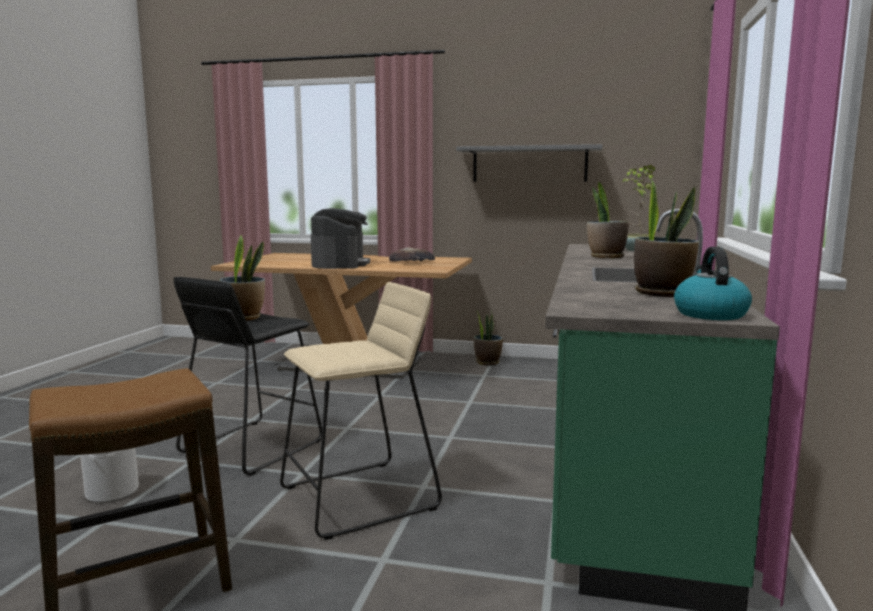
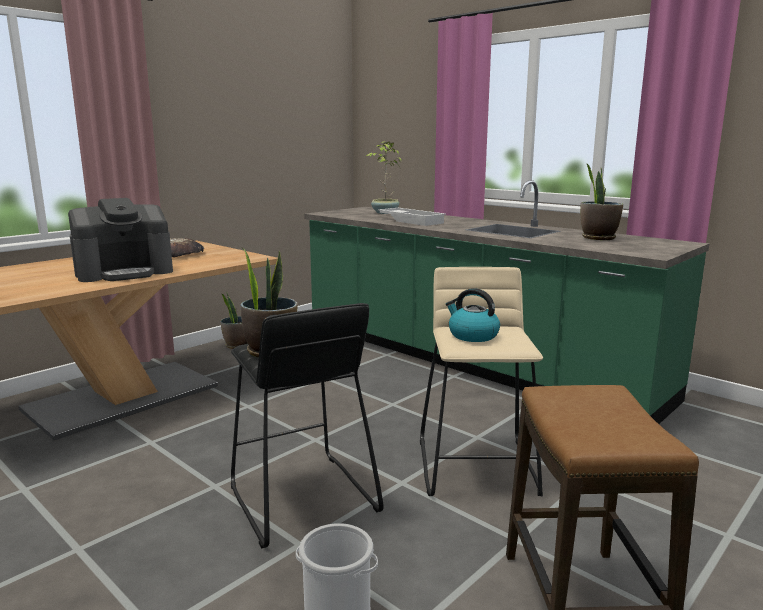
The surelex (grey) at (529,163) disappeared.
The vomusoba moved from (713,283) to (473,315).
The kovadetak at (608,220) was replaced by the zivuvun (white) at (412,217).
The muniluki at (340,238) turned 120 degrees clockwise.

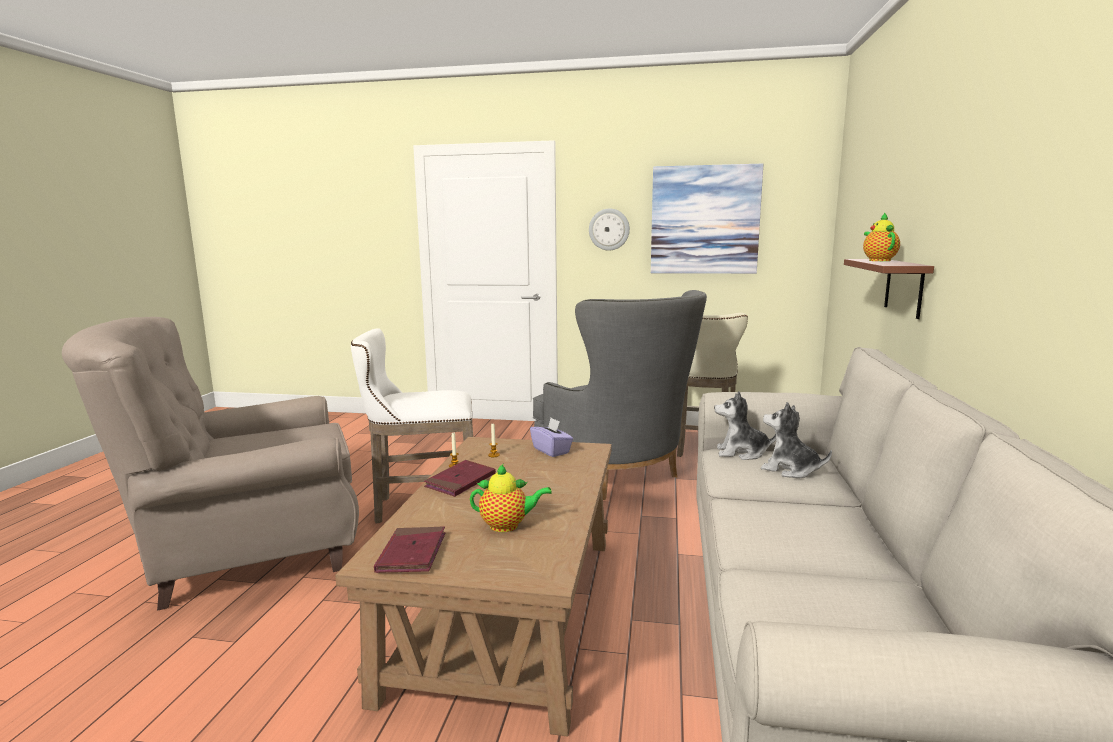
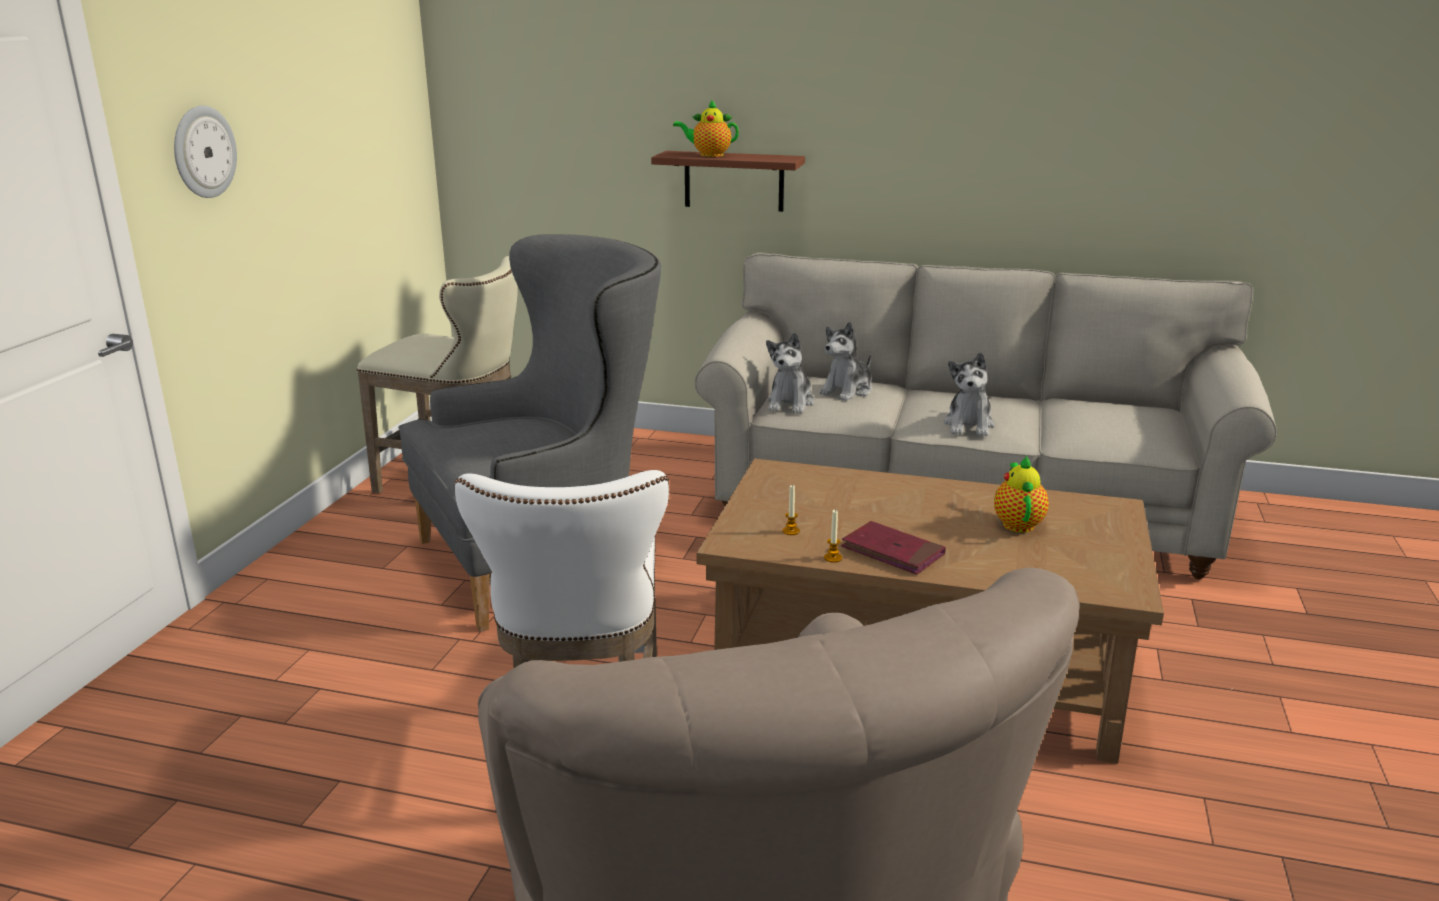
The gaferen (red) at (410,549) disappeared.
The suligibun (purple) at (551,437) disappeared.
The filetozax at (707,219) disappeared.
The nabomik at (969,394) appeared.

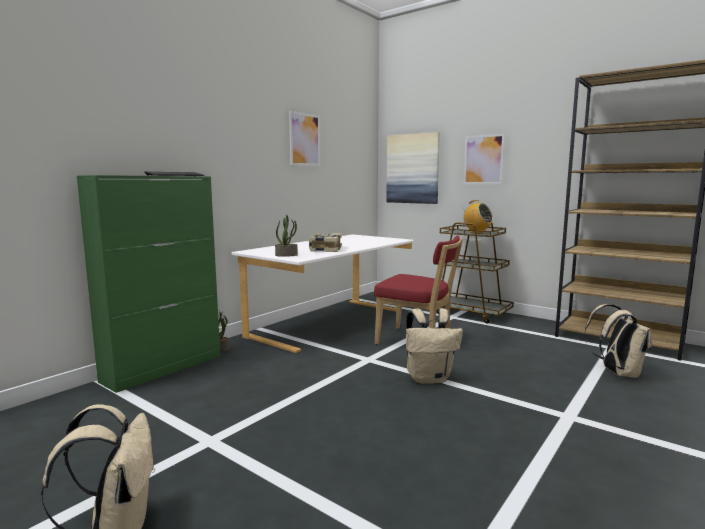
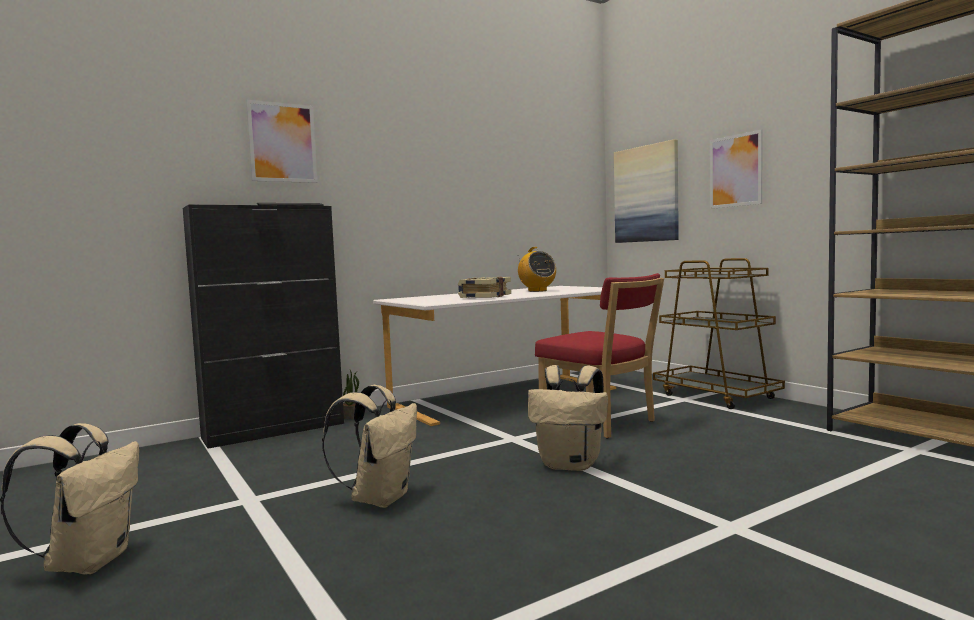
The kovadetak at (286,236) disappeared.
The filetozax moved from (304,138) to (282,141).
The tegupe moved from (477,216) to (536,269).
The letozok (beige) moved from (618,341) to (369,446).
The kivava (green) at (148,284) became the kivava (black) at (263,327).

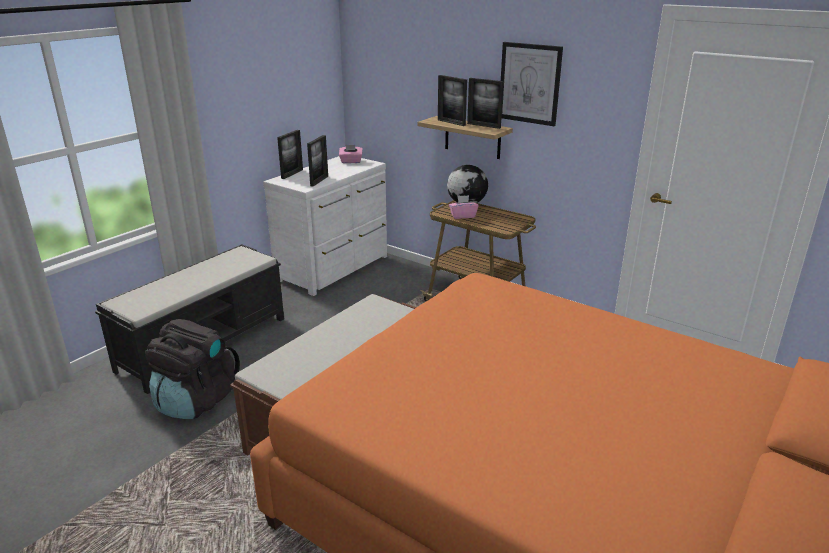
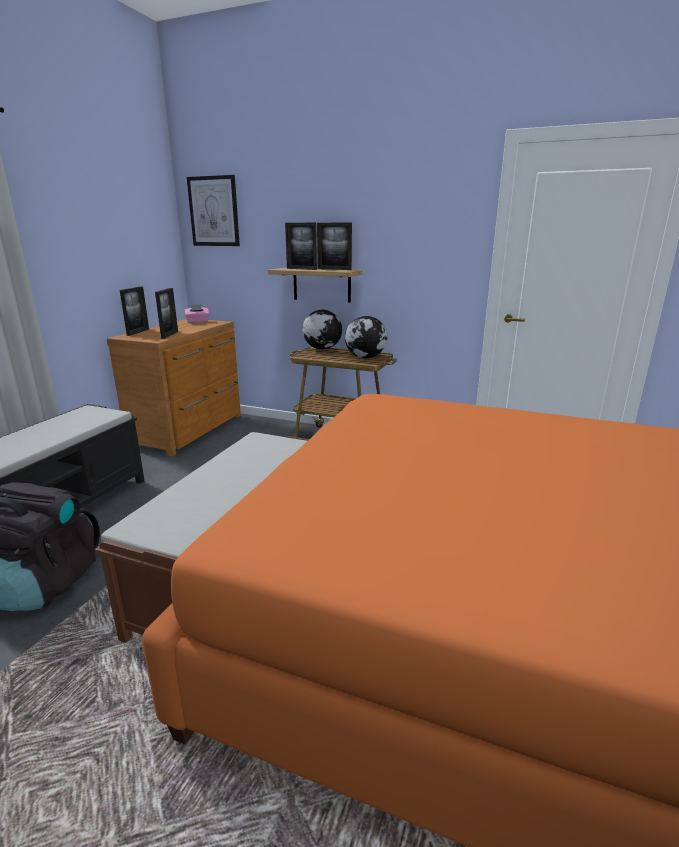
The suligibun (pink) at (463,207) disappeared.
The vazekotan at (366,337) appeared.
The filetozax moved from (532,84) to (213,210).
The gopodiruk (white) at (325,226) became the gopodiruk (brown) at (174,387).

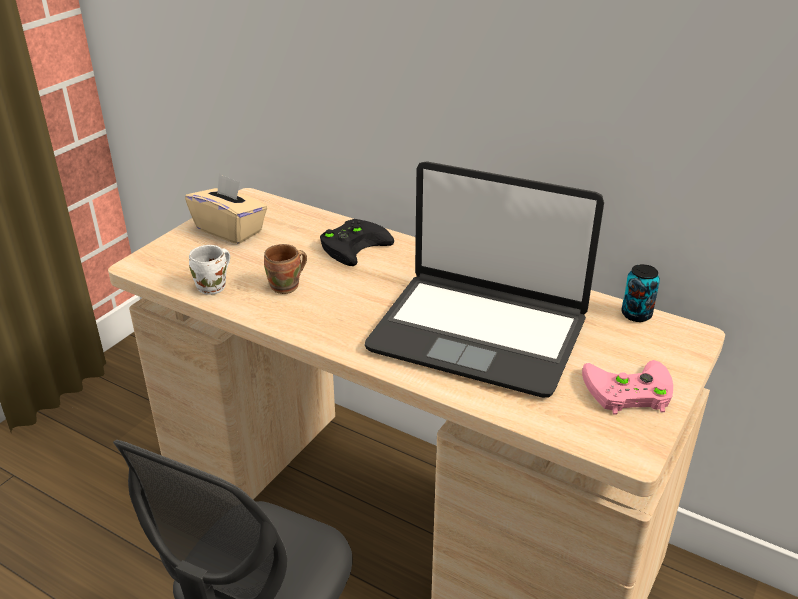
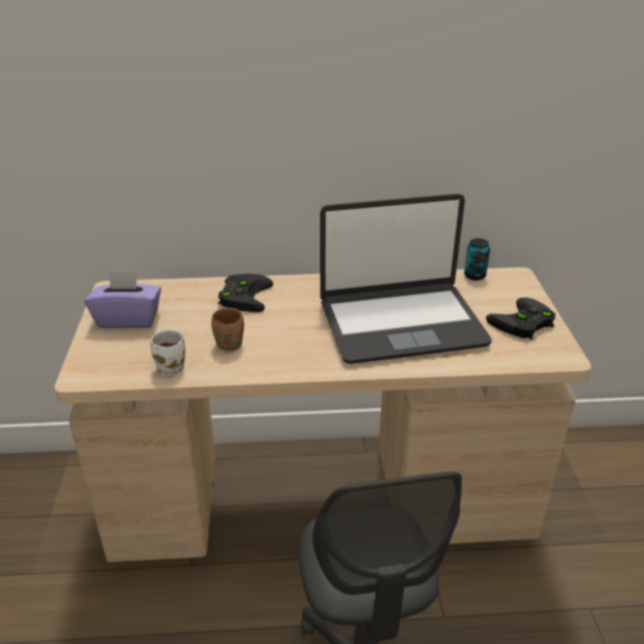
The suligibun (beige) at (226,209) became the suligibun (purple) at (122,299).
The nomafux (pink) at (627,387) became the nomafux (black) at (521,318).

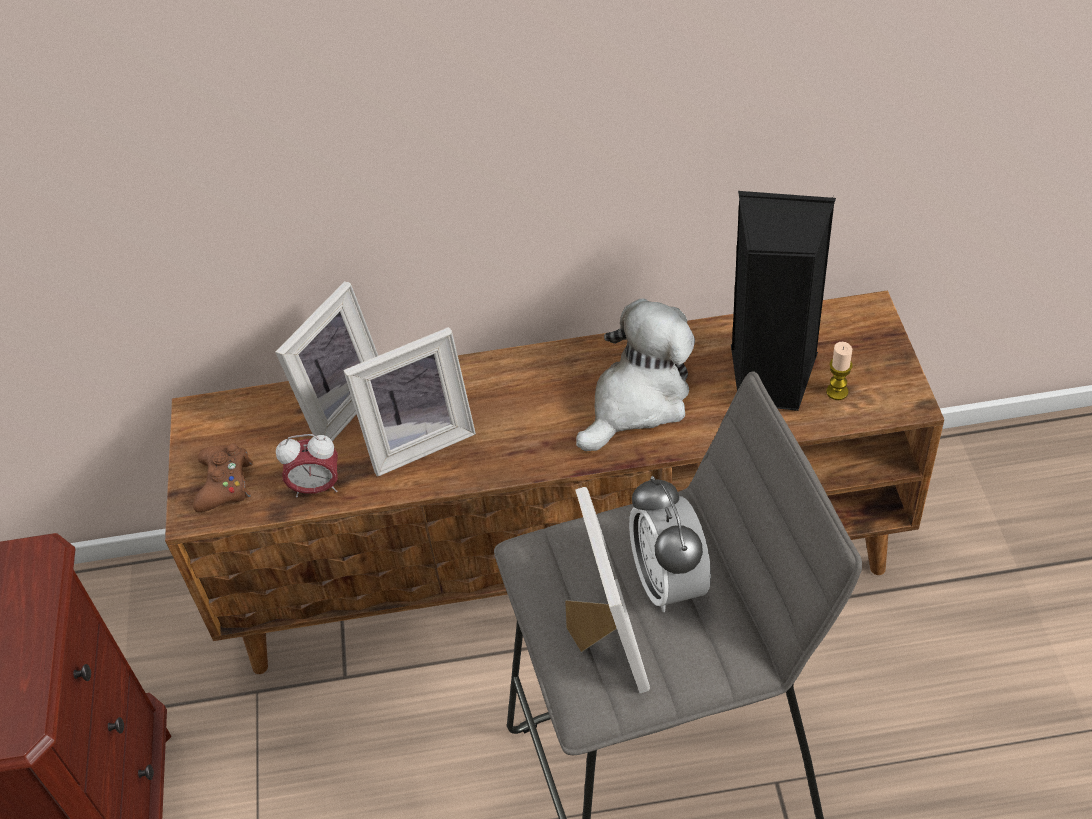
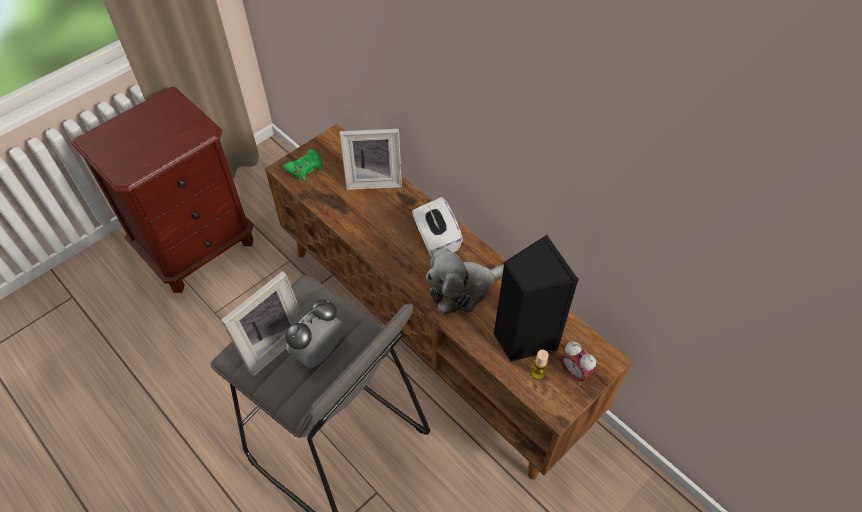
The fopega at (409,402) disappeared.
The suligibun (white) at (437,227) appeared.
The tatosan moved from (307,465) to (578,363).
The nomafux (brown) at (223,478) became the nomafux (green) at (302,165).
The nabomik at (635,375) turned 150 degrees clockwise.

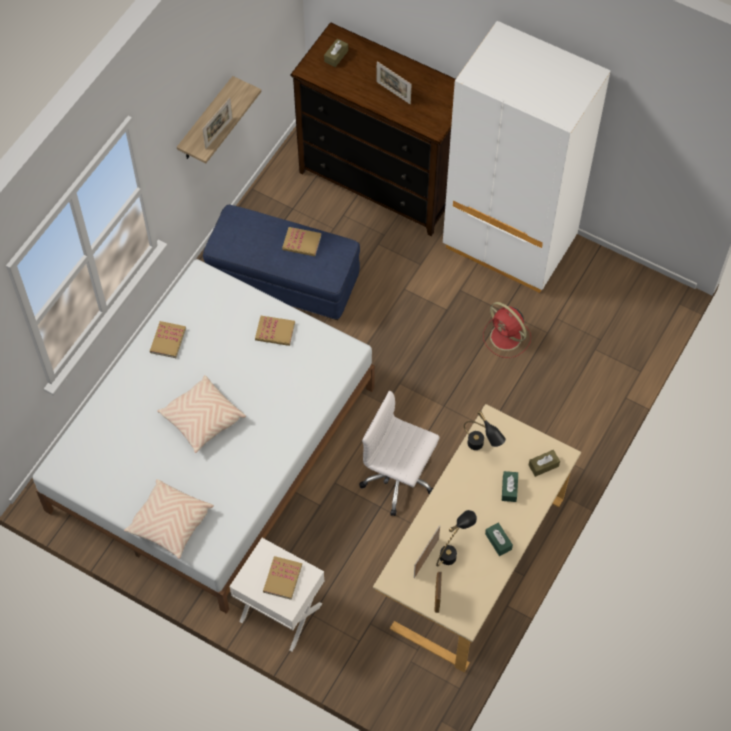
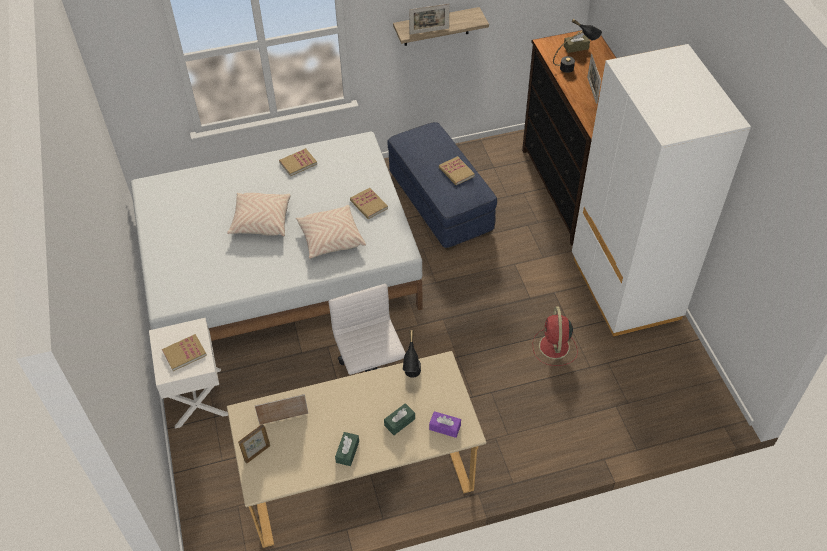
The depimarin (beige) moved from (169,519) to (331,232).
The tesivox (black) moved from (456,538) to (577,46).
The suligibun (brown) at (544,463) became the suligibun (purple) at (445,424).

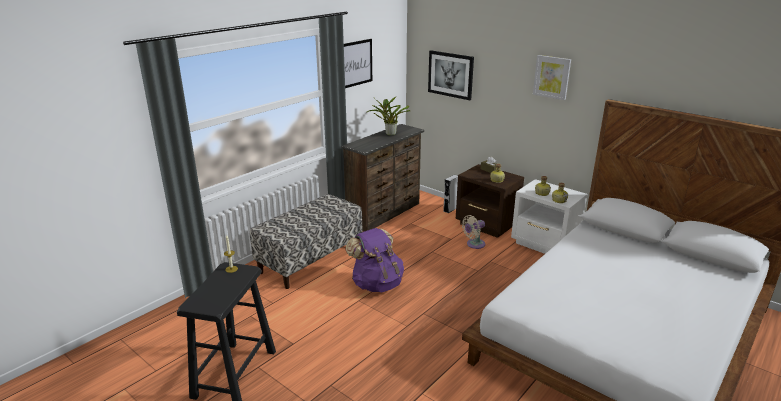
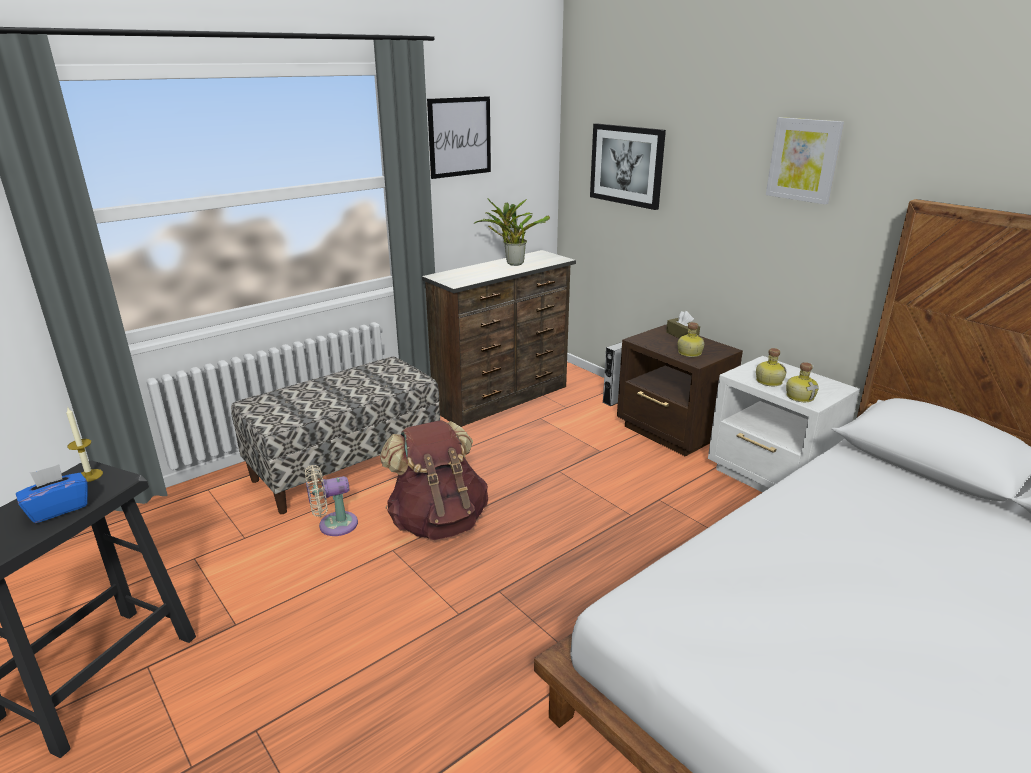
The suligibun (blue) at (52,493) appeared.
The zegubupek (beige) moved from (473,232) to (331,500).
The letozok (purple) at (375,260) became the letozok (brown) at (434,480).

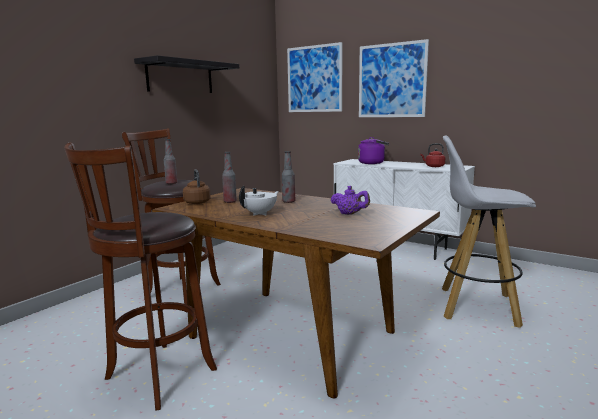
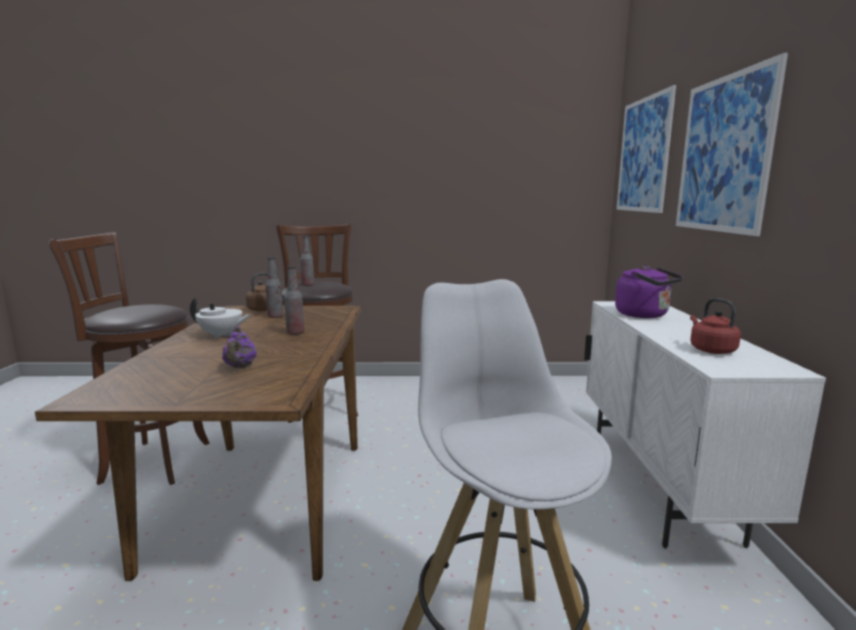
The surelex (black) at (186,74) disappeared.

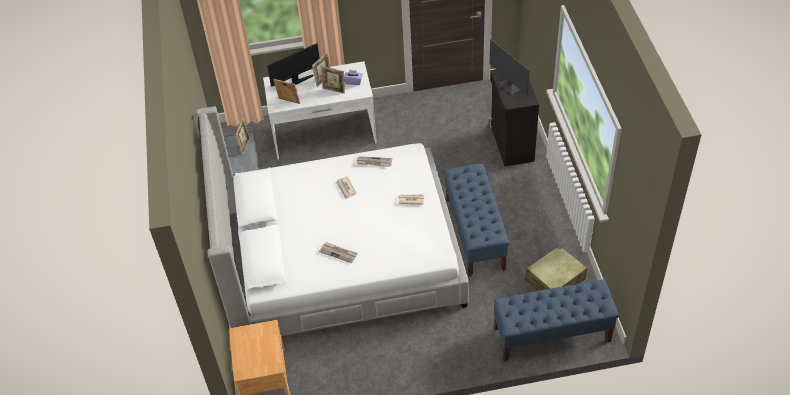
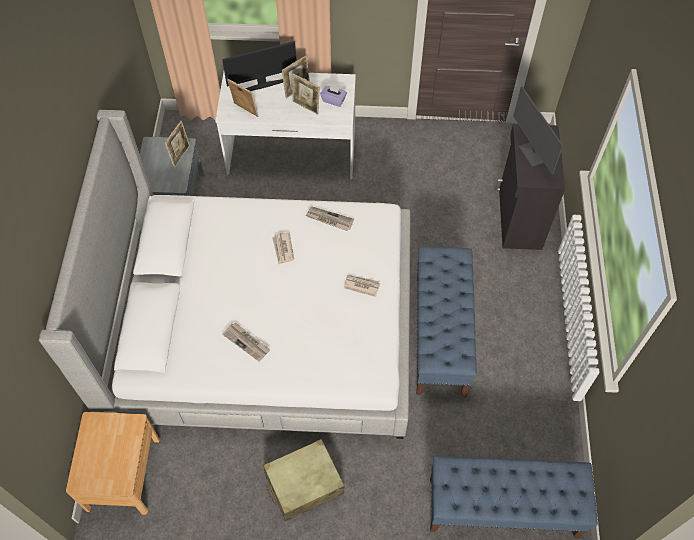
The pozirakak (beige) moved from (556,268) to (303,480).

